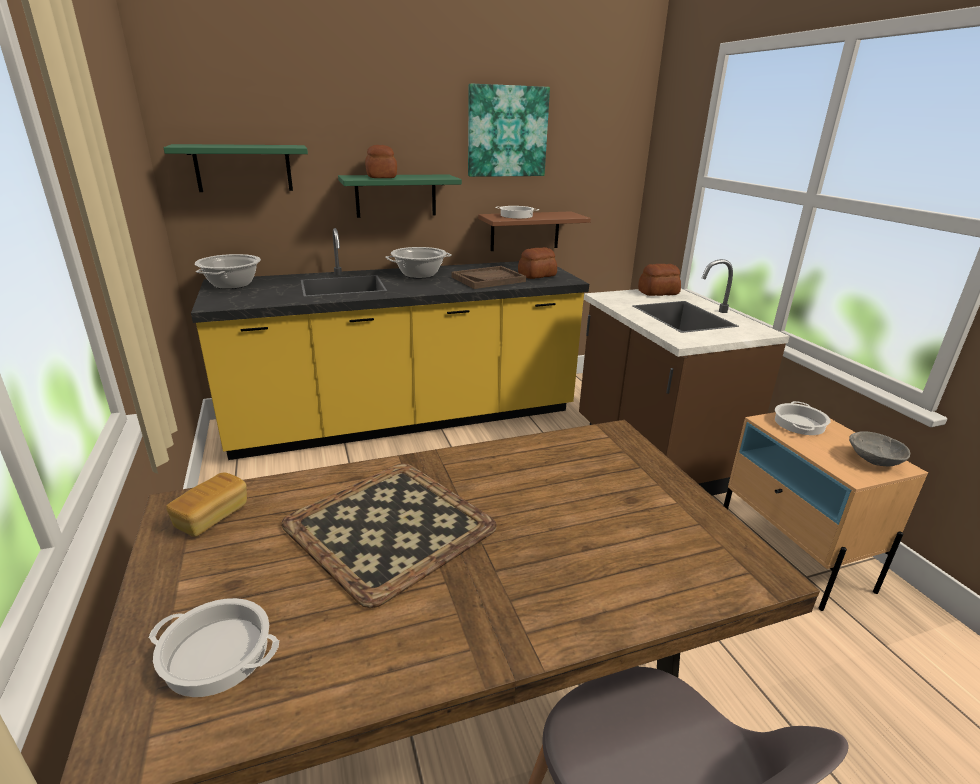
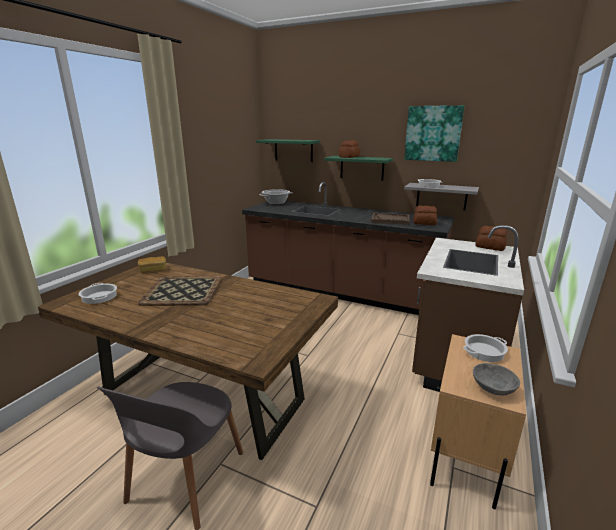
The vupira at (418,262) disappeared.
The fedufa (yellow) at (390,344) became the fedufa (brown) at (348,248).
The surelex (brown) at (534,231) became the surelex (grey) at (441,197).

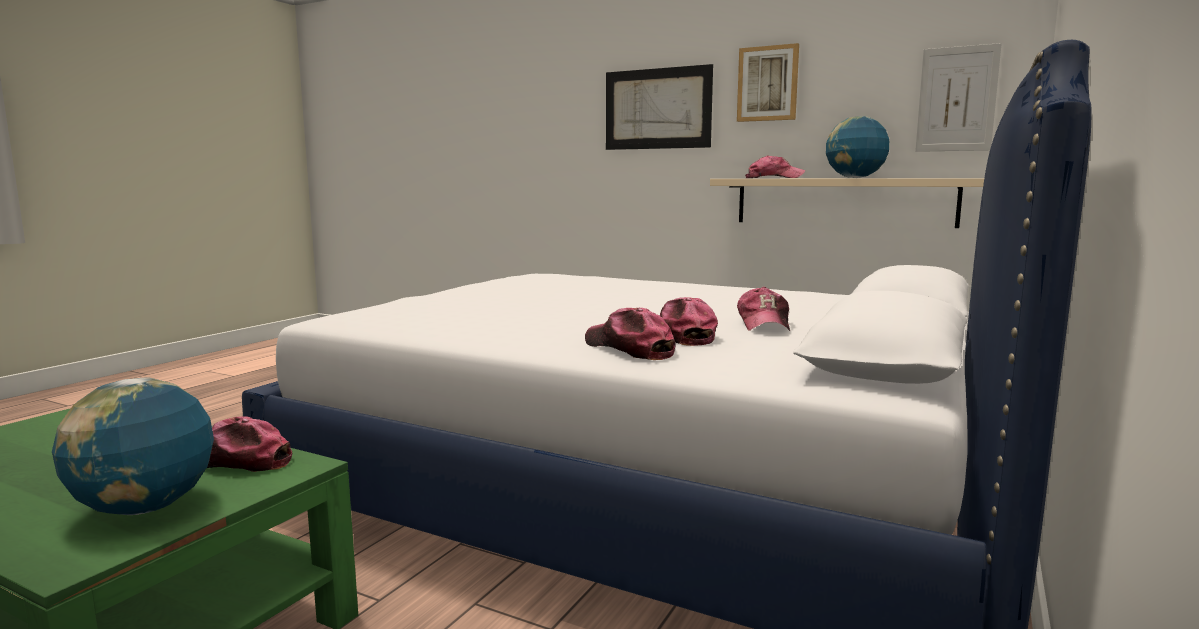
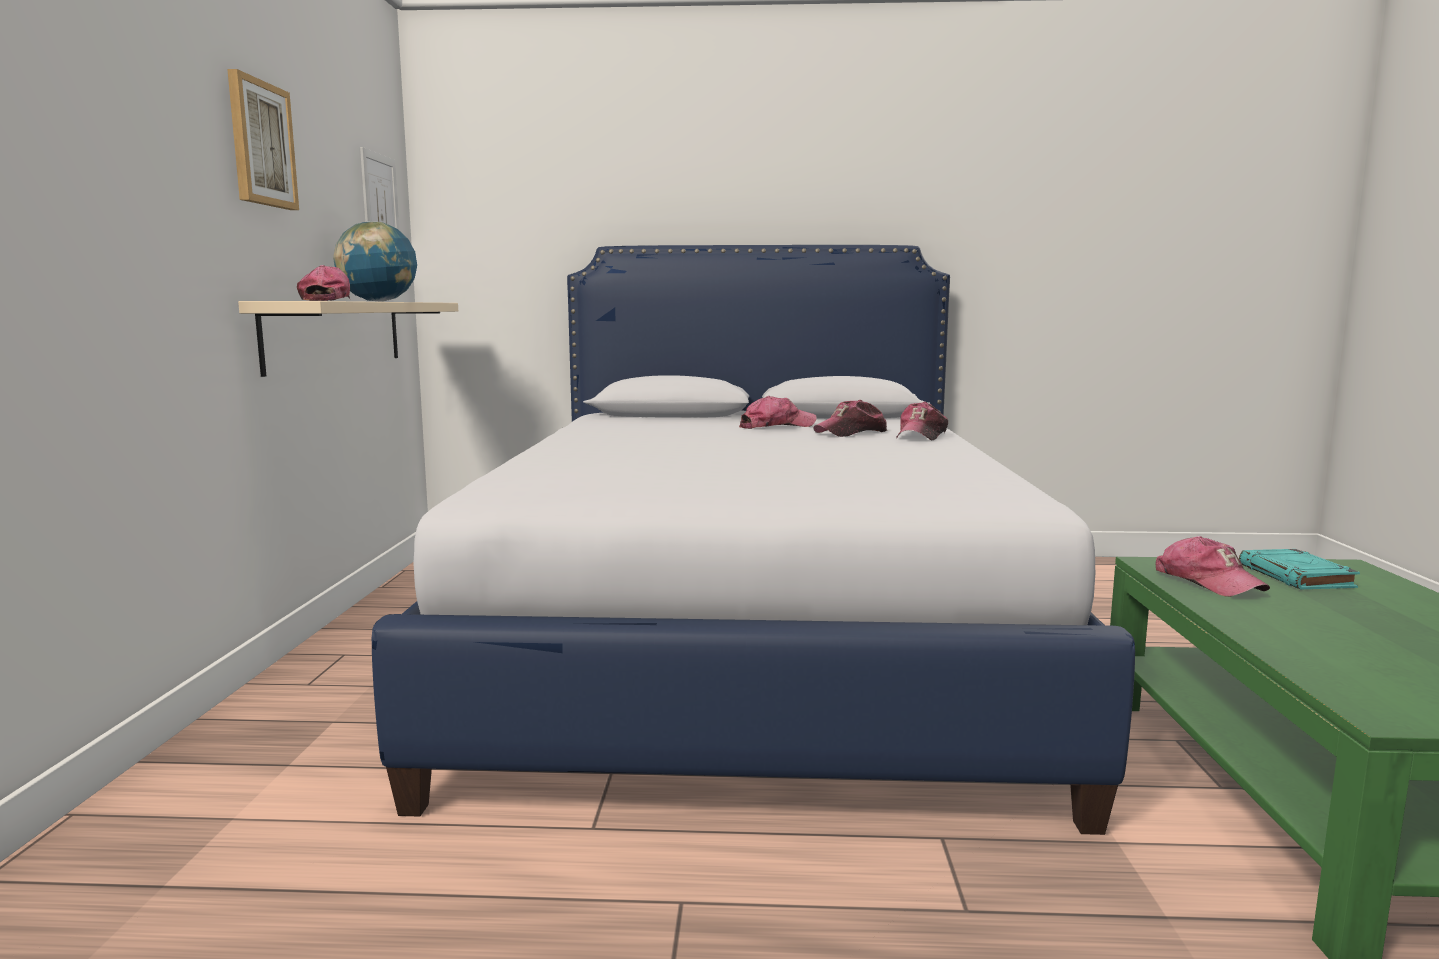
The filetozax at (659,107) disappeared.
The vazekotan at (133,446) was replaced by the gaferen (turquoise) at (1299,569).

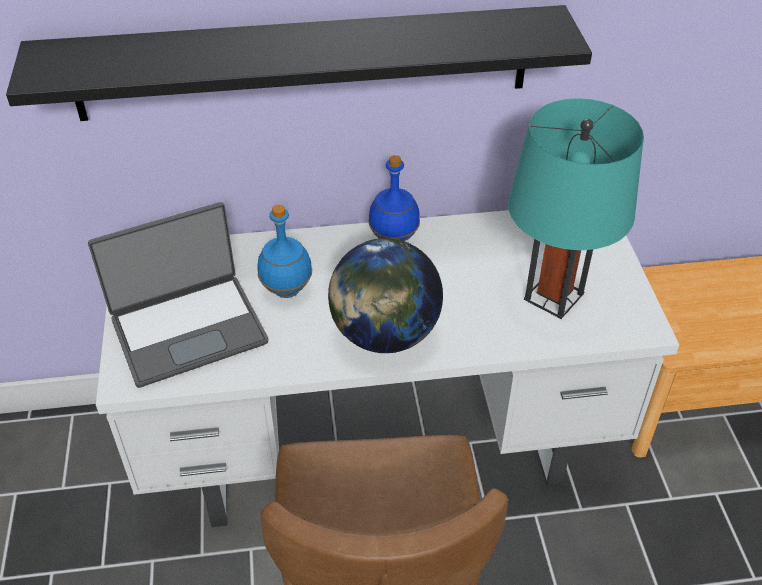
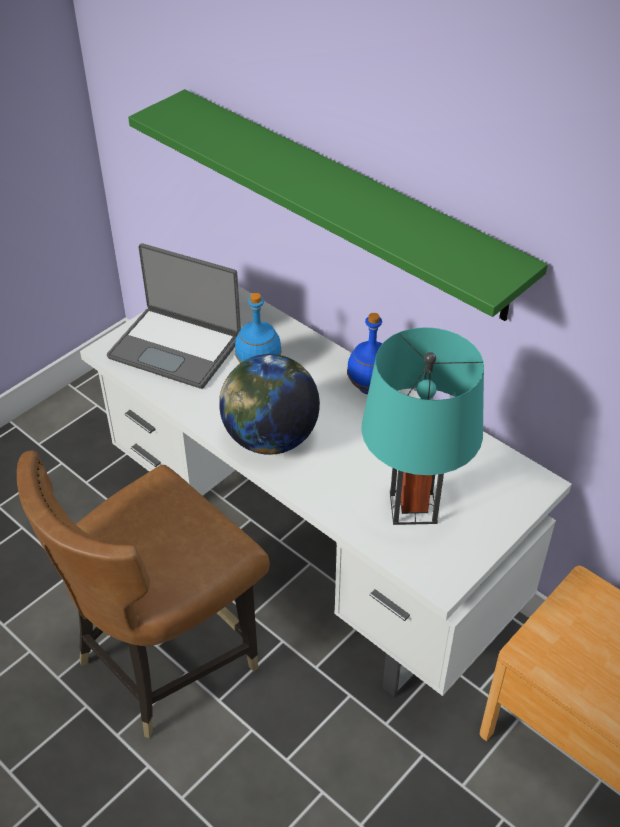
The surelex (black) at (299,63) became the surelex (green) at (338,205).

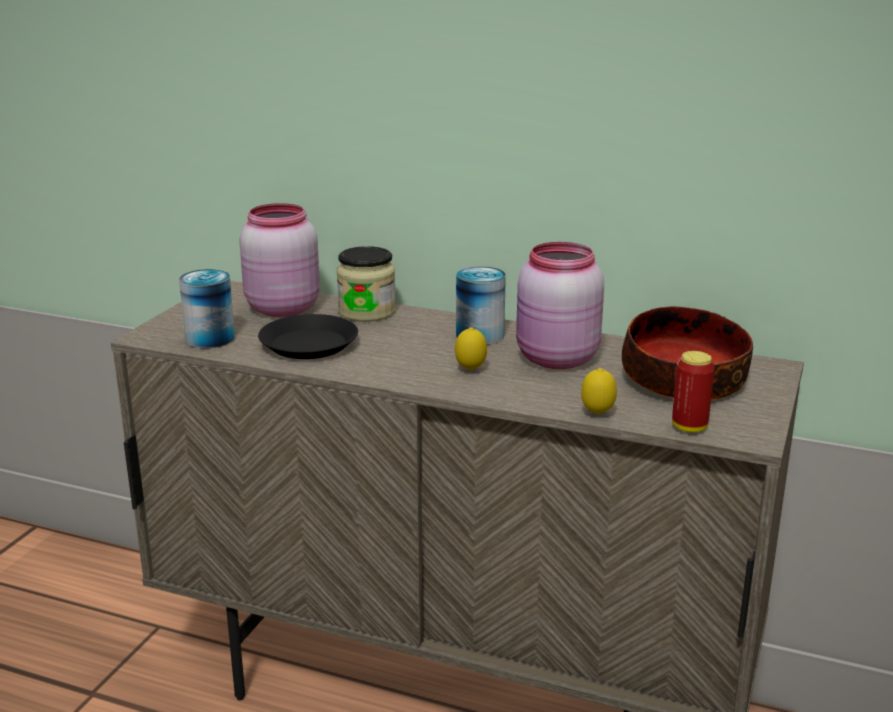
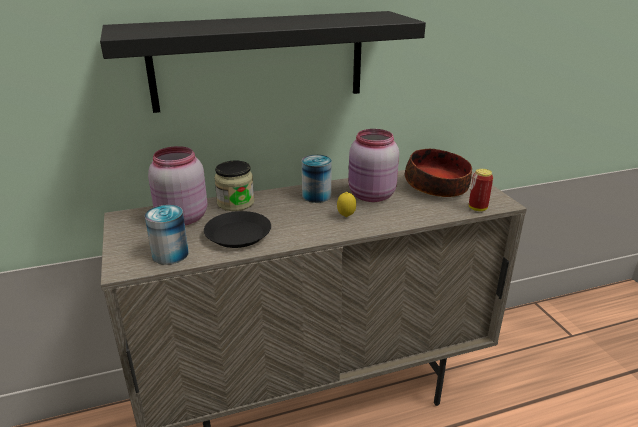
The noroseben at (599,391) disappeared.
The surelex (black) at (263,62) appeared.

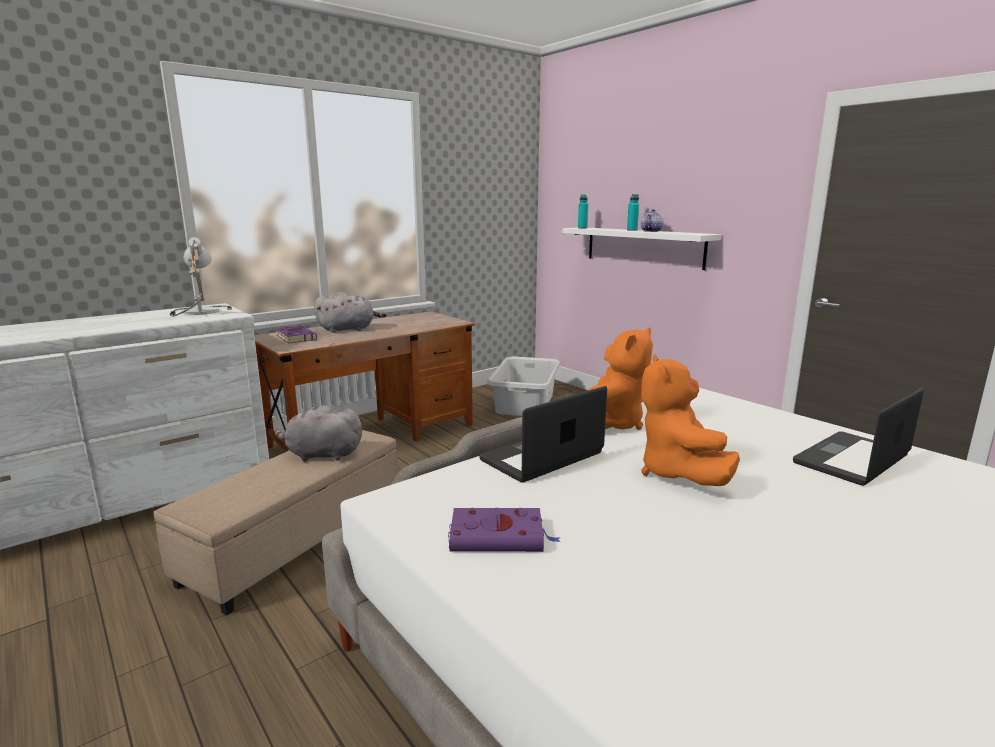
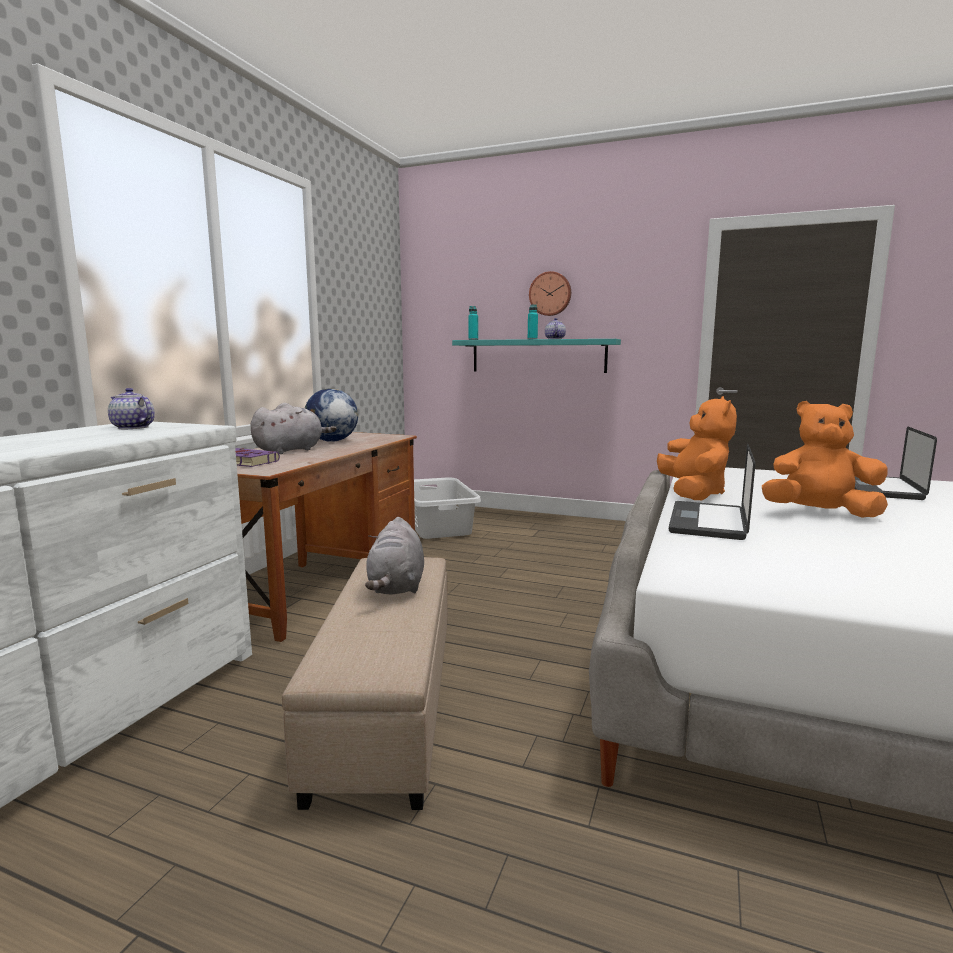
The gaferen (purple) at (504,530) disappeared.
The vazekotan at (331,415) appeared.
The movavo at (550,293) appeared.
The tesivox at (201,277) was replaced by the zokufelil at (131,408).
The surelex (white) at (641,249) became the surelex (turquoise) at (536,356).
The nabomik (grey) at (318,433) turned 60 degrees counterclockwise.
The nabomik (orange) at (690,420) turned 135 degrees clockwise.

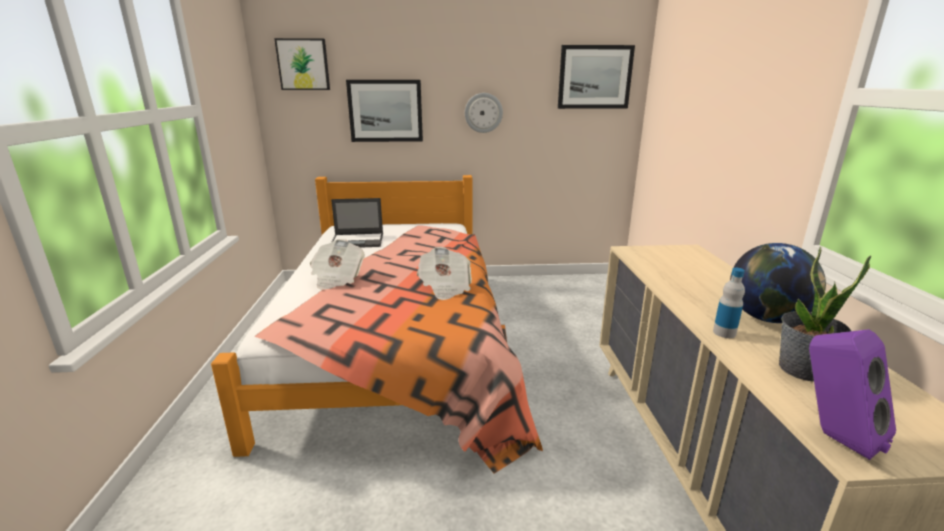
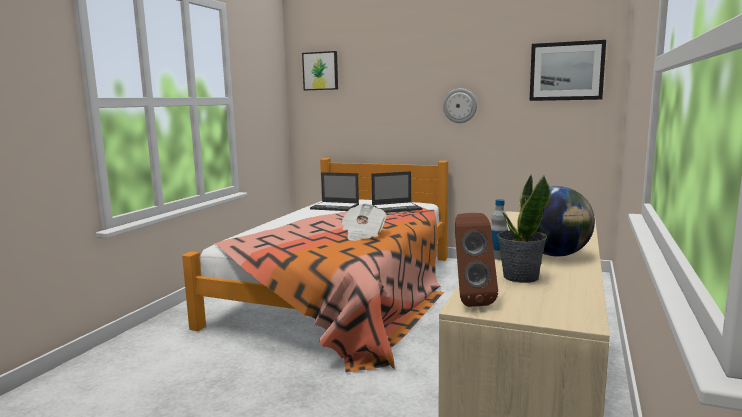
The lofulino at (337,264) disappeared.
The filetozax at (384,111) disappeared.
The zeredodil at (396,192) appeared.
The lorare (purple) at (852,394) became the lorare (brown) at (476,260).

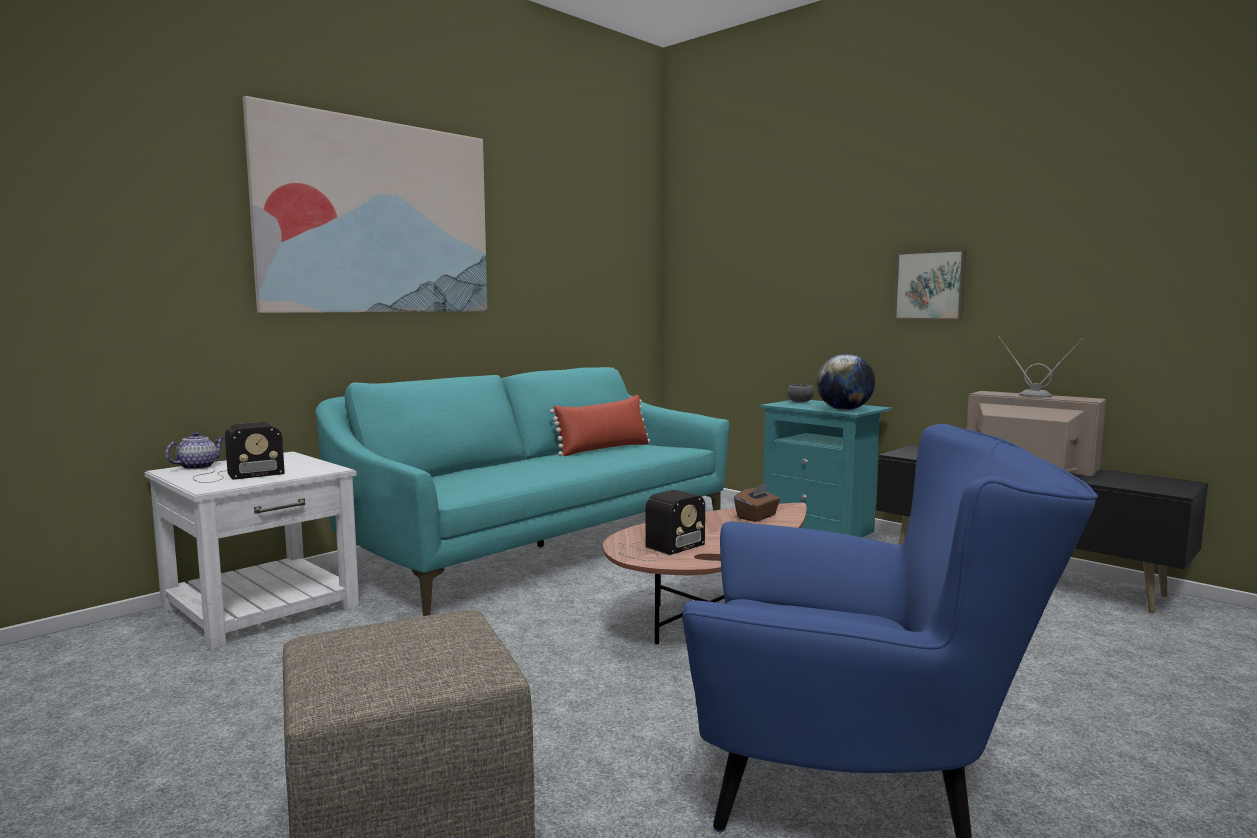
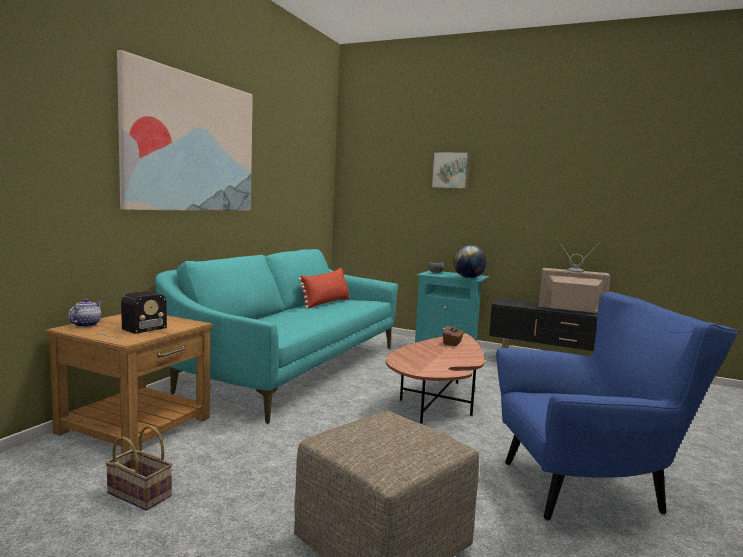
The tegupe at (661,525) disappeared.
The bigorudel at (139,468) appeared.
The filetozax moved from (930,285) to (450,170).
The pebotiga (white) at (251,550) became the pebotiga (brown) at (129,384).

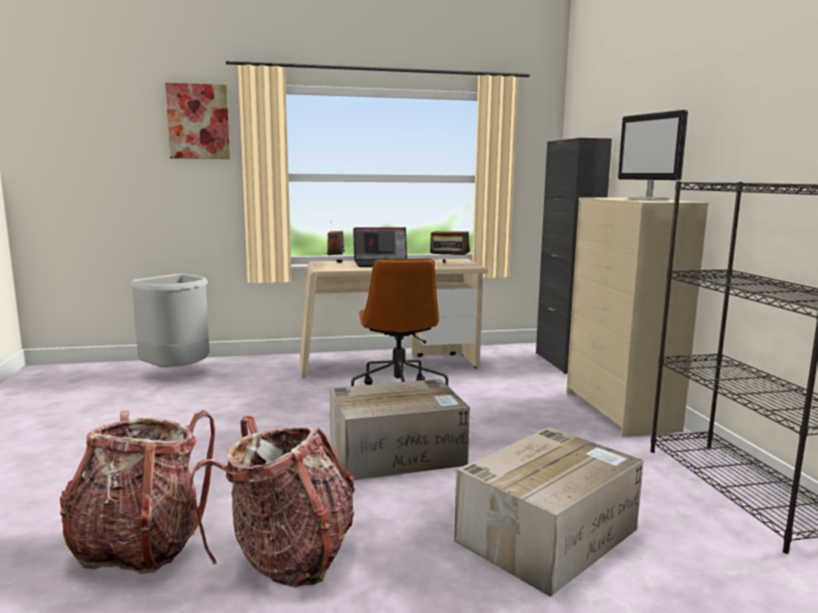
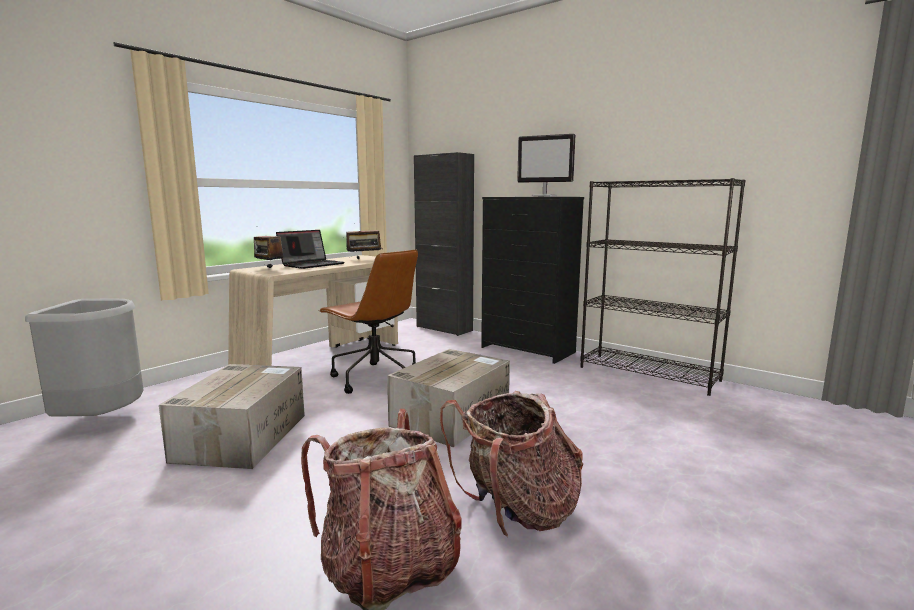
The filetozax at (197,121) disappeared.
The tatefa moved from (549,512) to (232,416).
The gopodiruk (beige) at (637,317) became the gopodiruk (black) at (532,280).

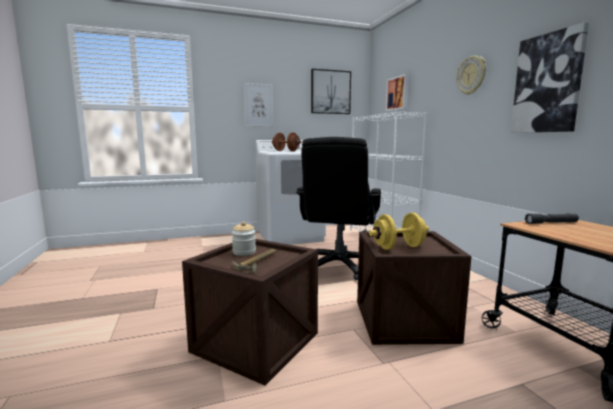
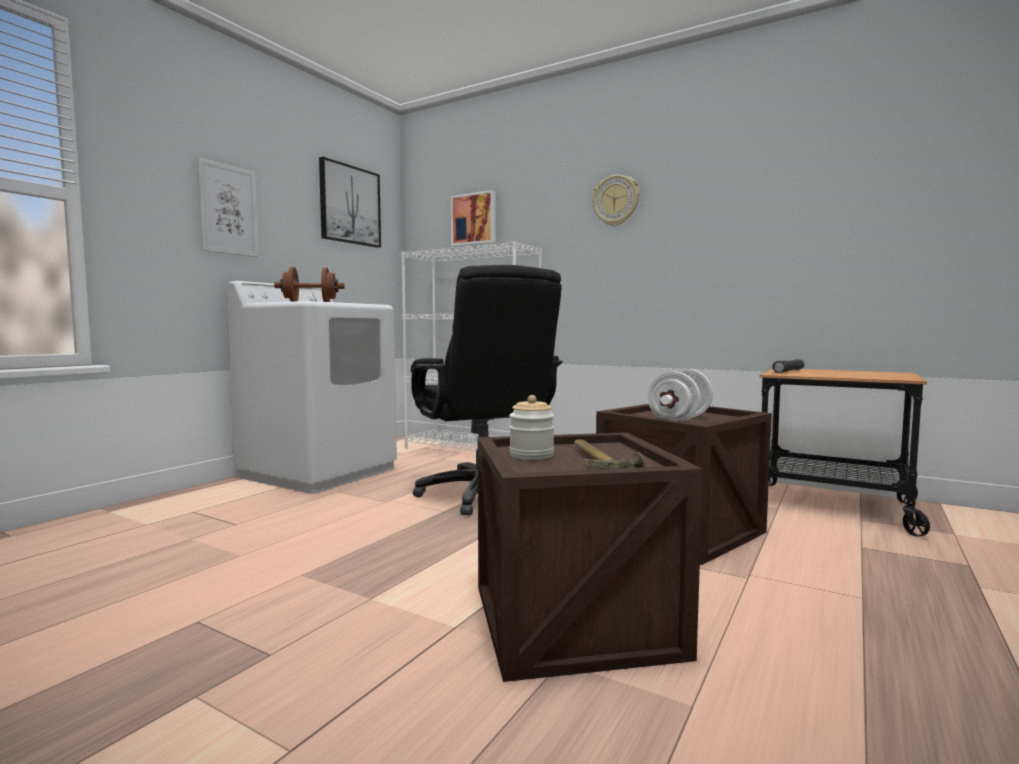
The filetozax at (550,77) disappeared.
The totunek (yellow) at (399,231) became the totunek (white) at (680,395).

